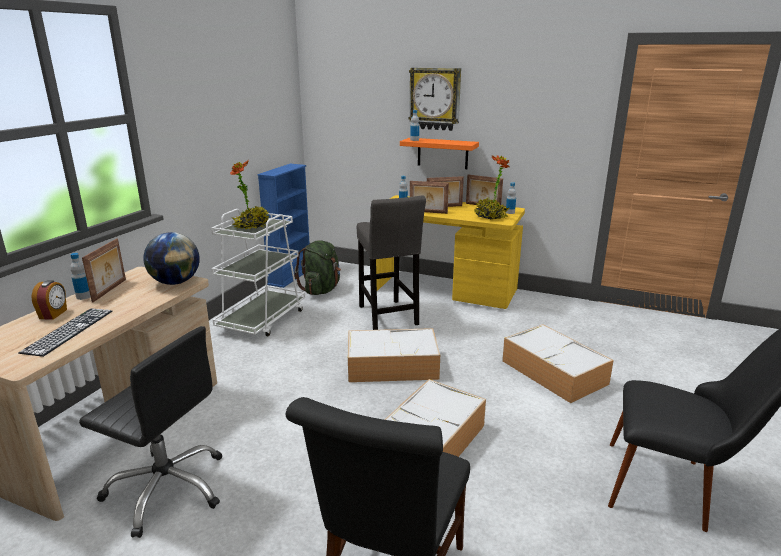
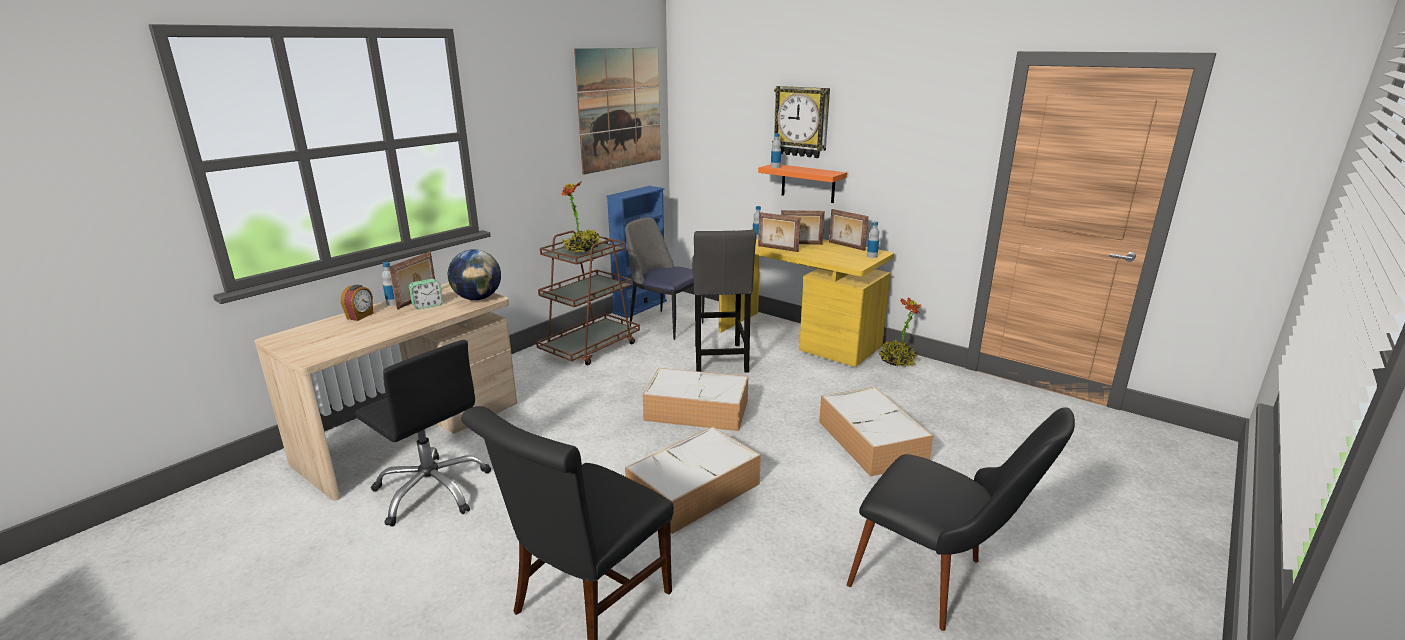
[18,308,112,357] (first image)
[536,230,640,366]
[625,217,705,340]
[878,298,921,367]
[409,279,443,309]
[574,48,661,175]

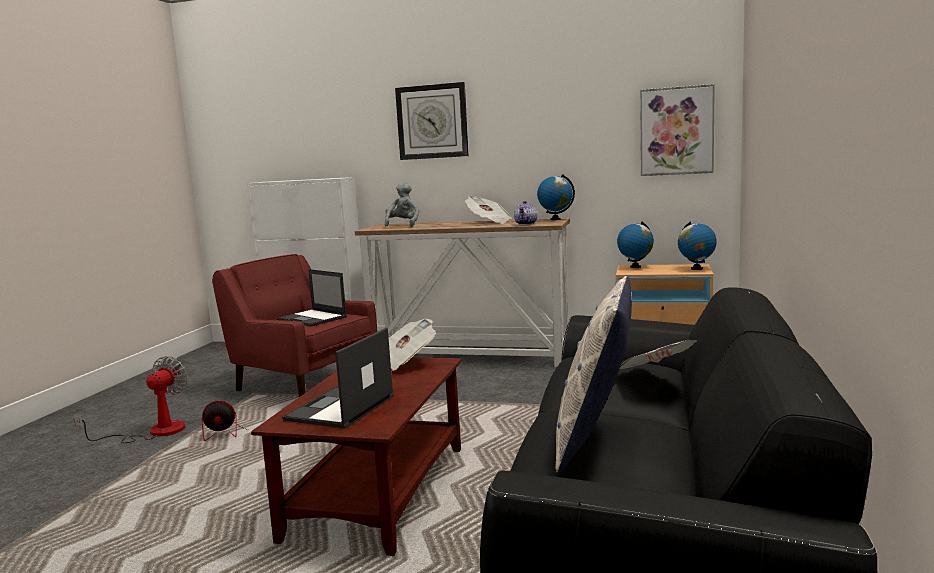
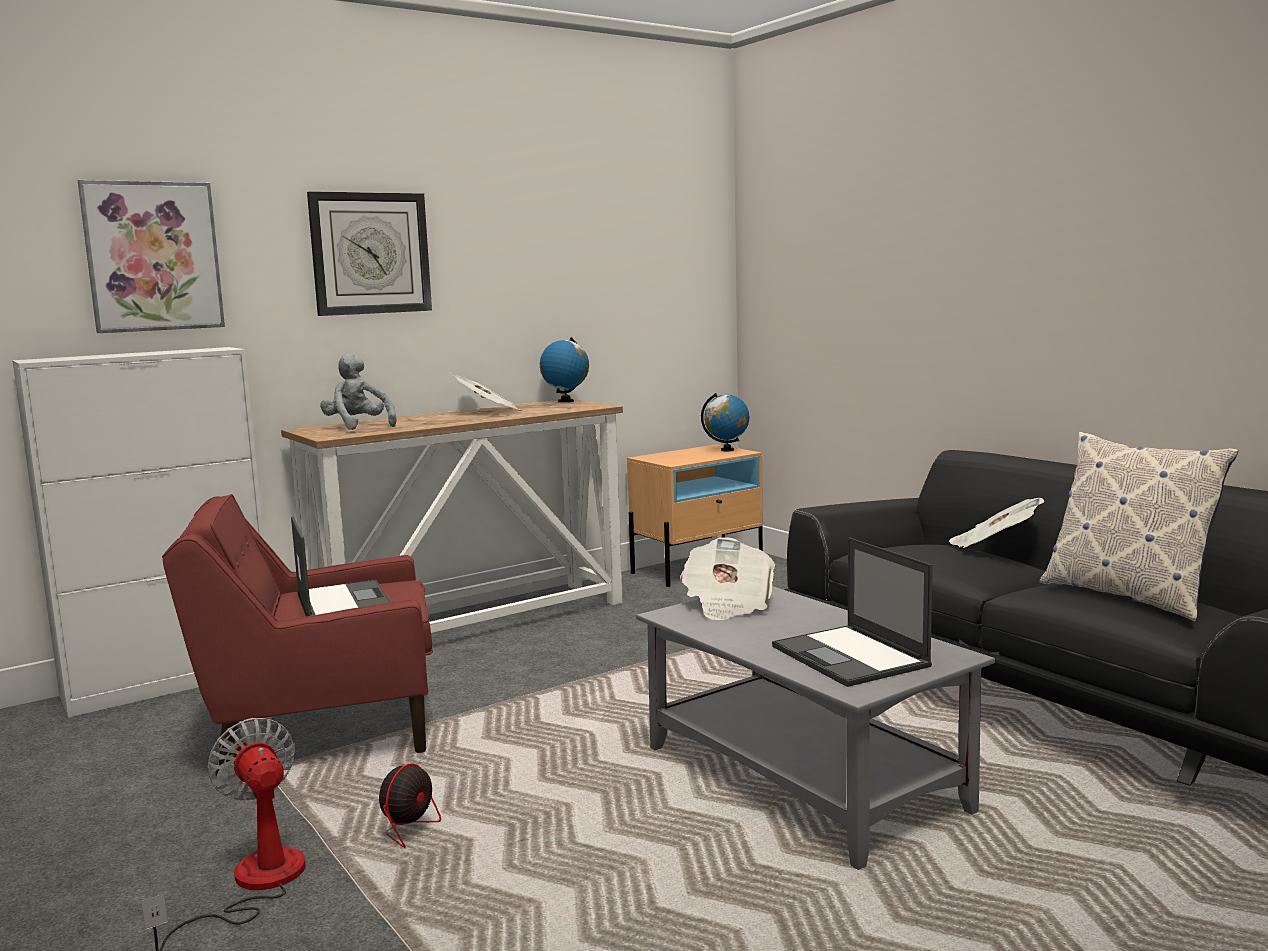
[636,586,995,870]
[291,516,391,616]
[514,201,537,225] (first image)
[617,222,654,268] (first image)
[78,180,225,333]

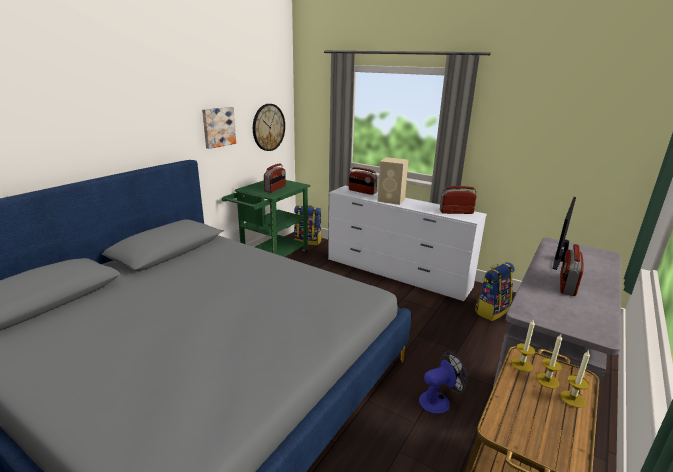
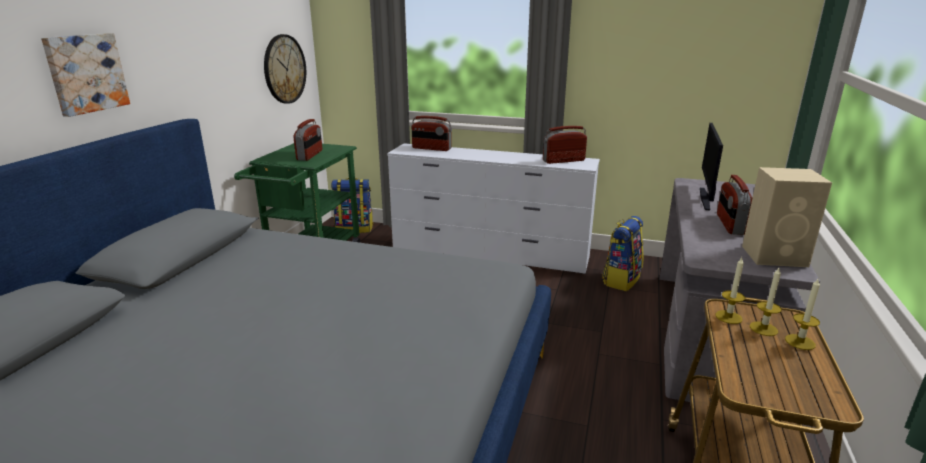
[41,33,130,117]
[742,167,832,267]
[419,351,468,414] (first image)

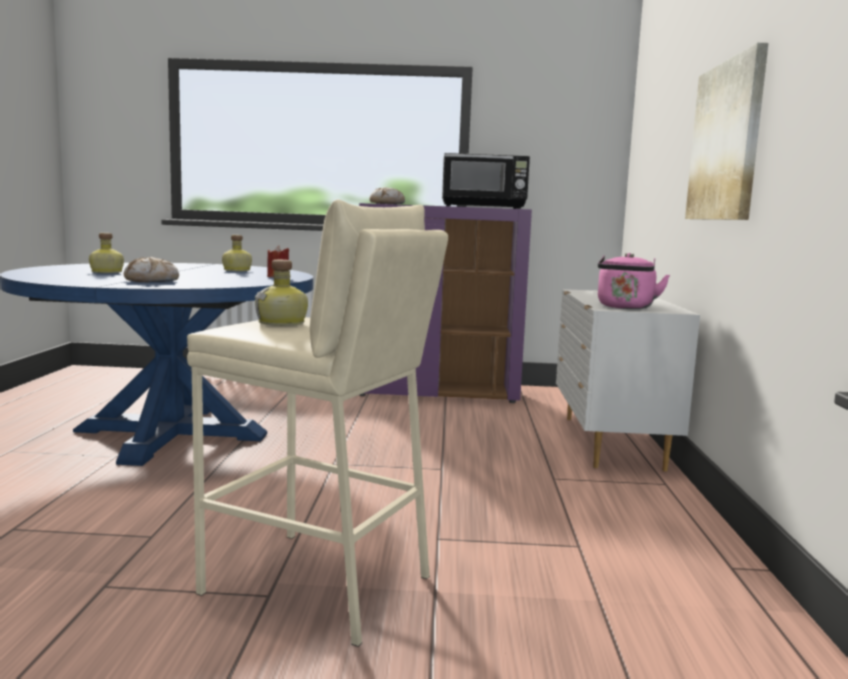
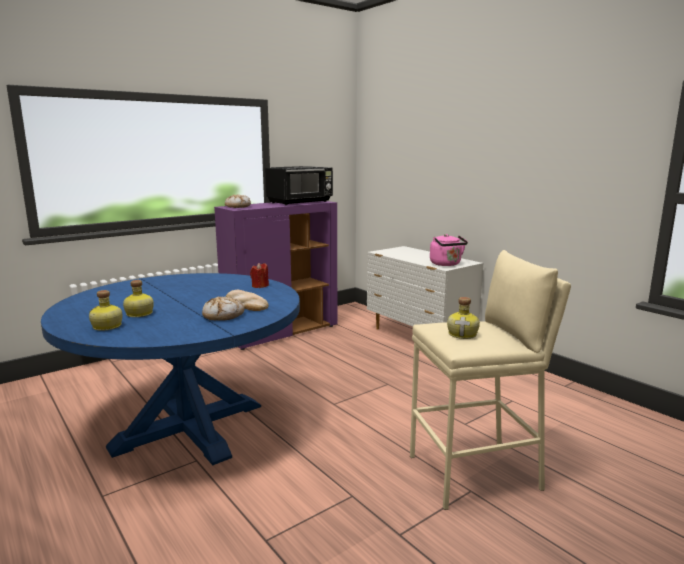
[89,290,122,331]
[685,43,769,220] (first image)
[225,290,269,311]

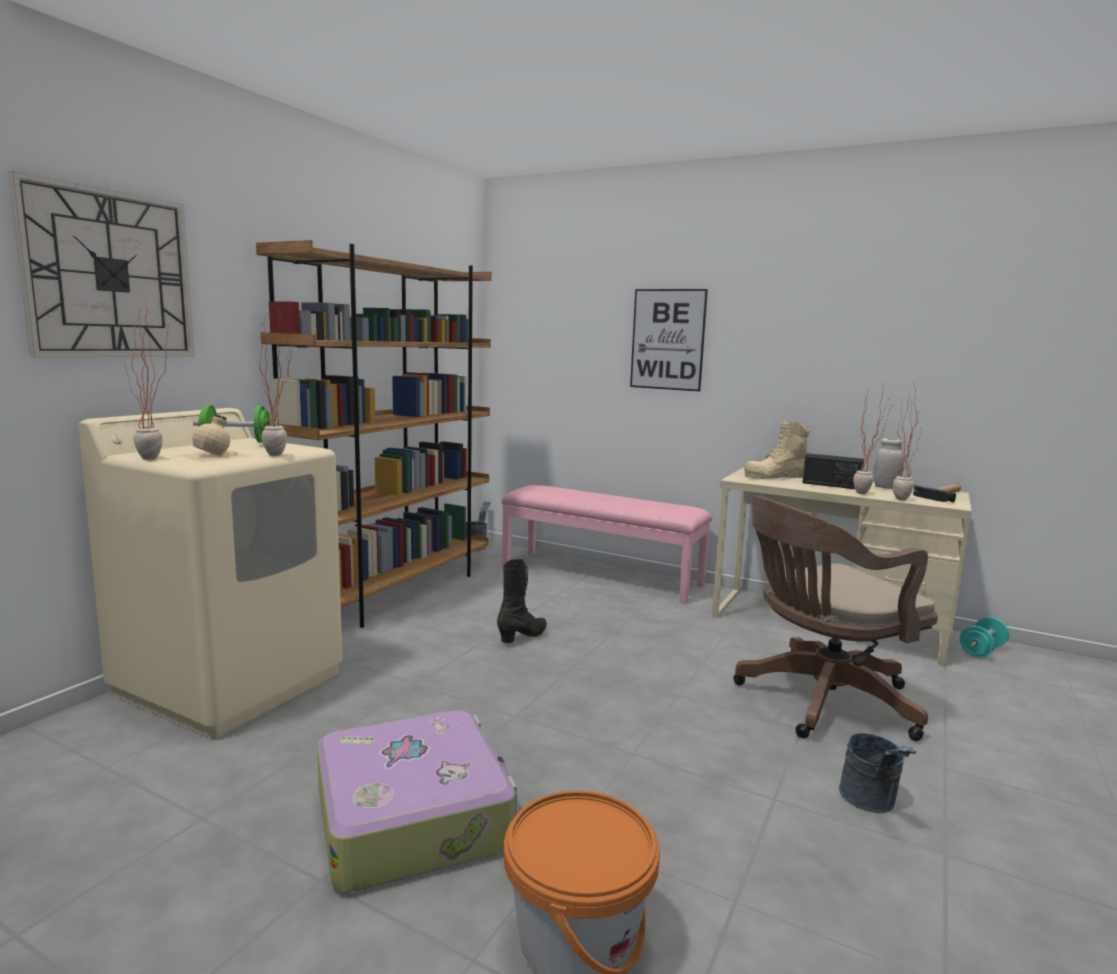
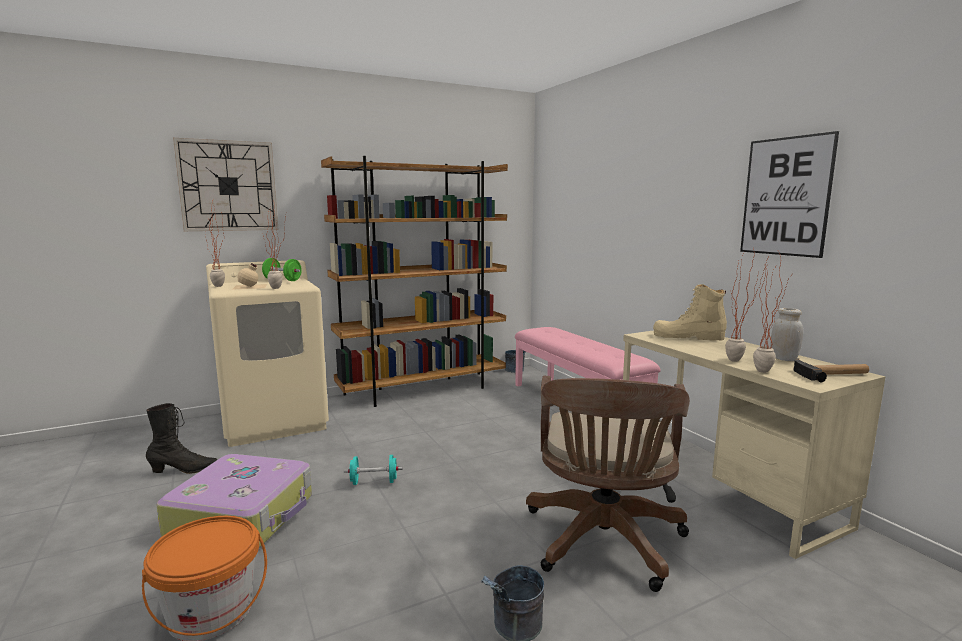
[146,403,218,474]
[740,131,839,258]
[526,376,690,592]
[803,453,864,489] (first image)
[344,455,403,485]

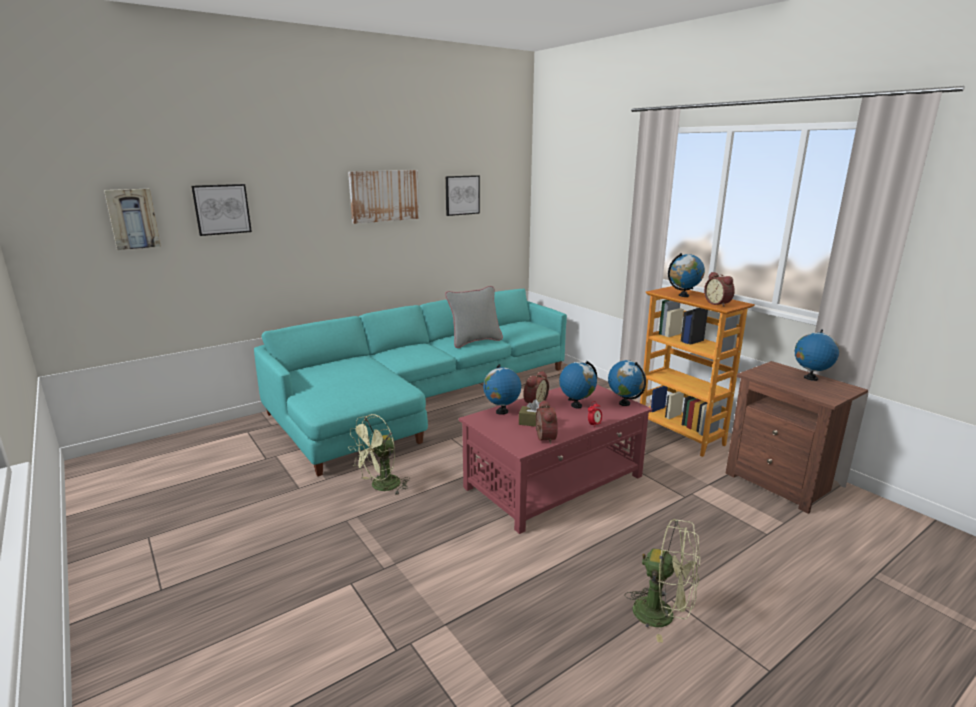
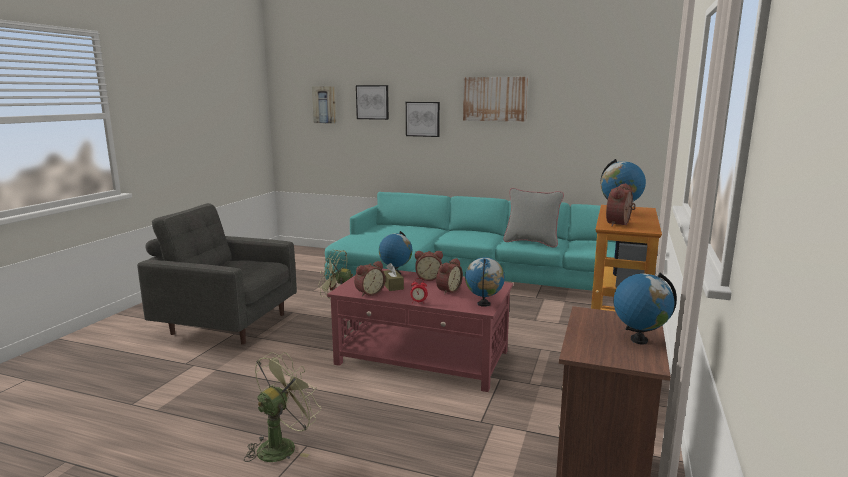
[406,102,440,137]
[436,258,463,295]
[244,352,321,462]
[137,203,297,345]

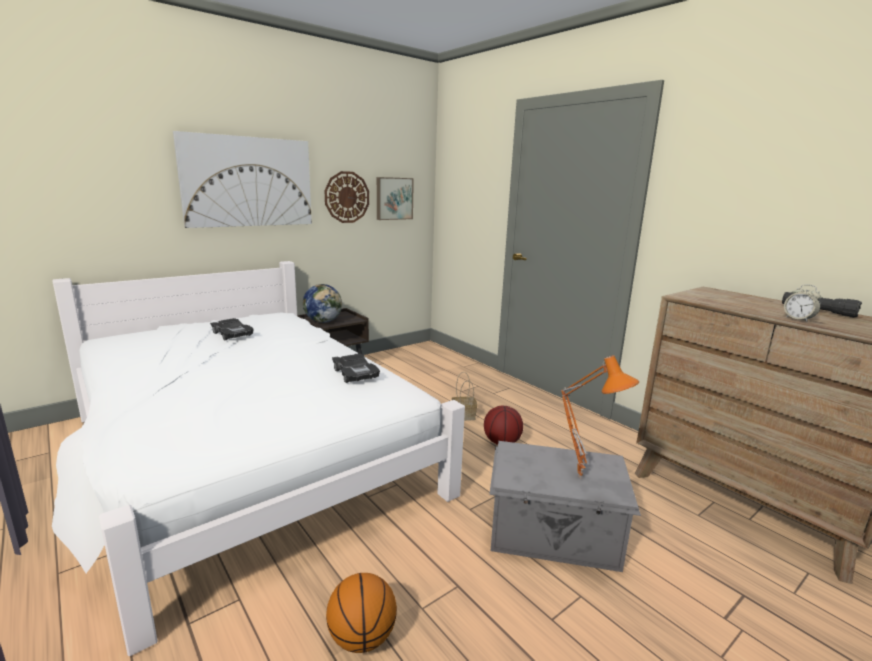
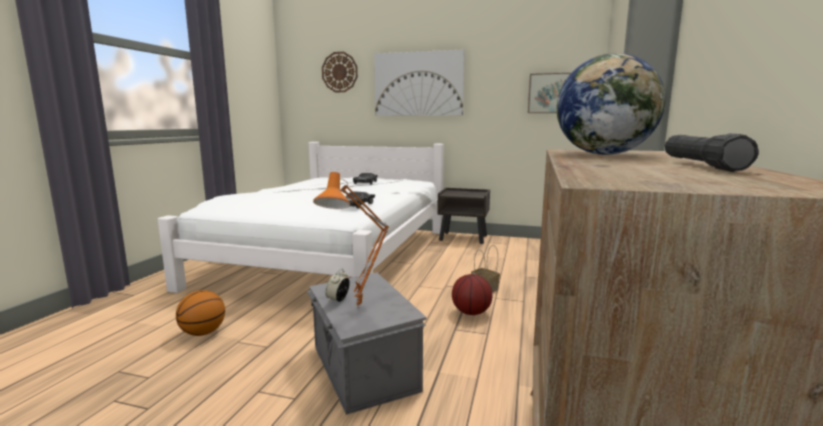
[557,53,666,155]
[322,52,358,92]
[325,269,350,302]

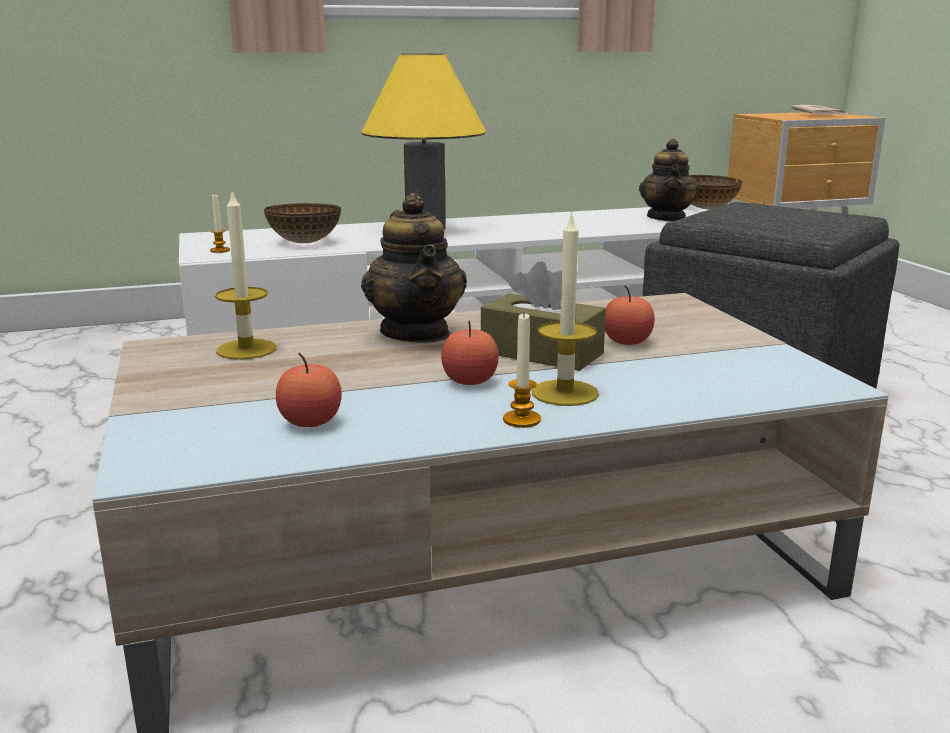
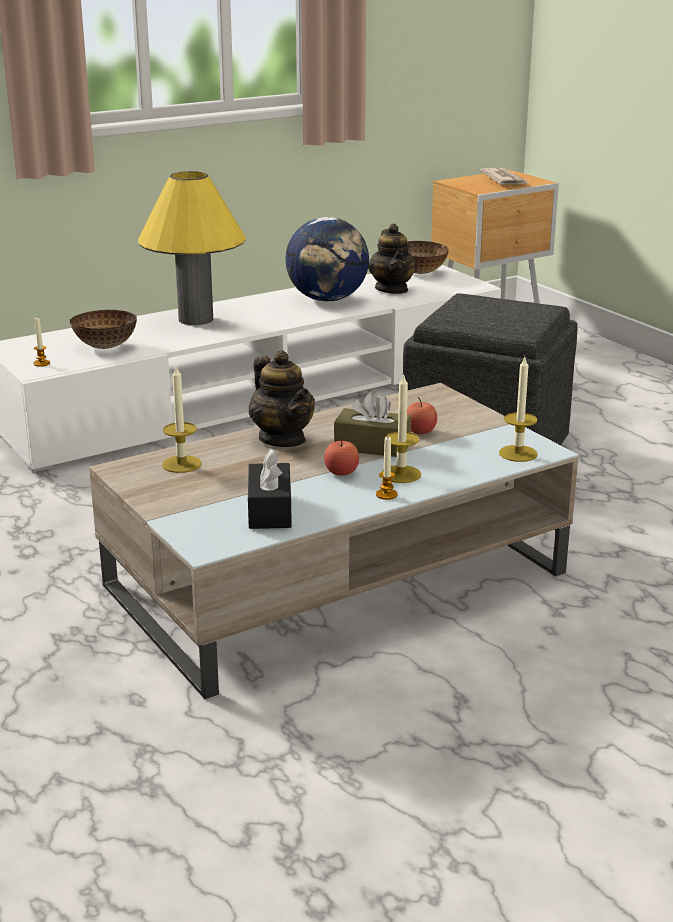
[248,449,292,529]
[286,217,369,302]
[499,357,538,462]

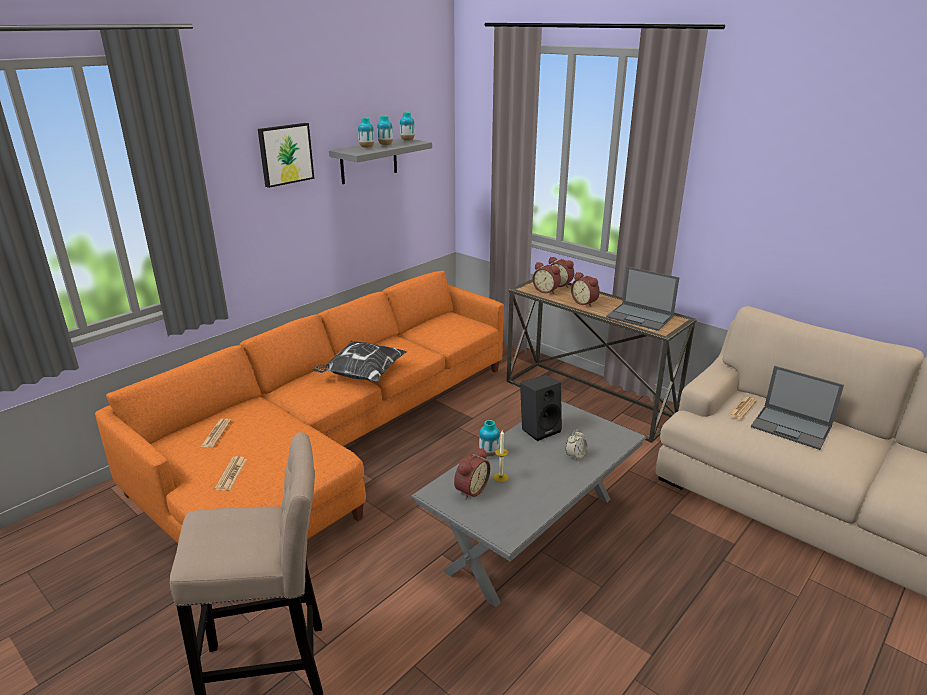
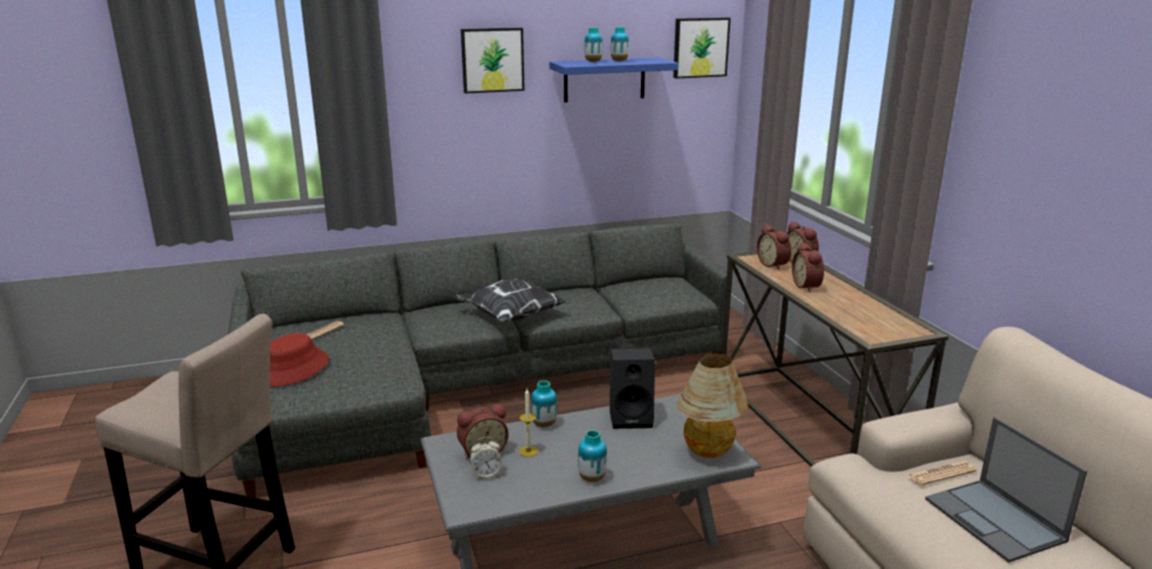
[228,224,732,498]
[270,333,329,387]
[549,58,679,102]
[578,430,607,482]
[470,437,502,479]
[606,266,680,331] (first image)
[673,17,731,79]
[677,353,749,458]

